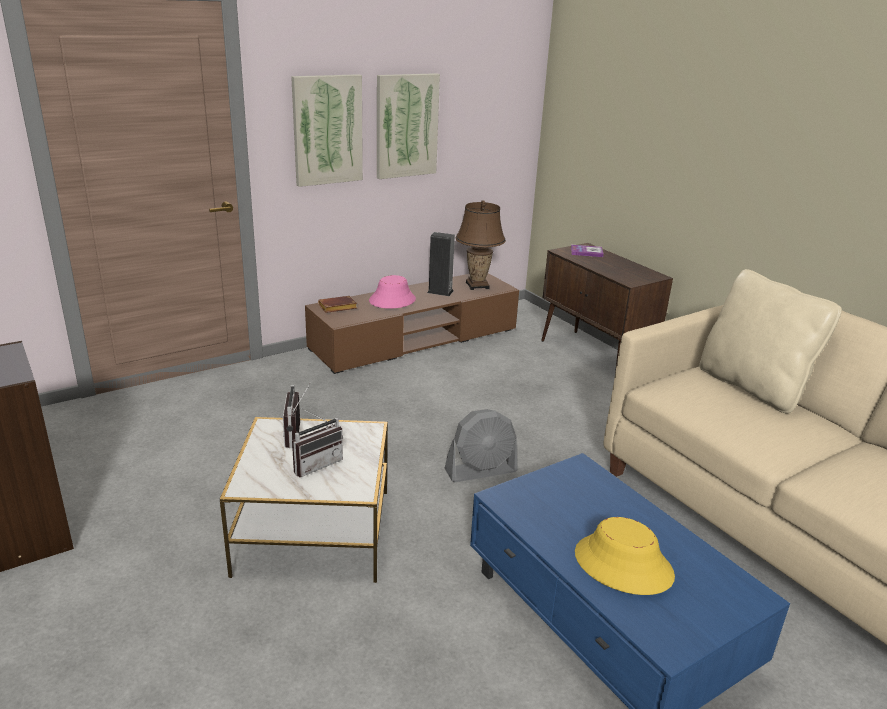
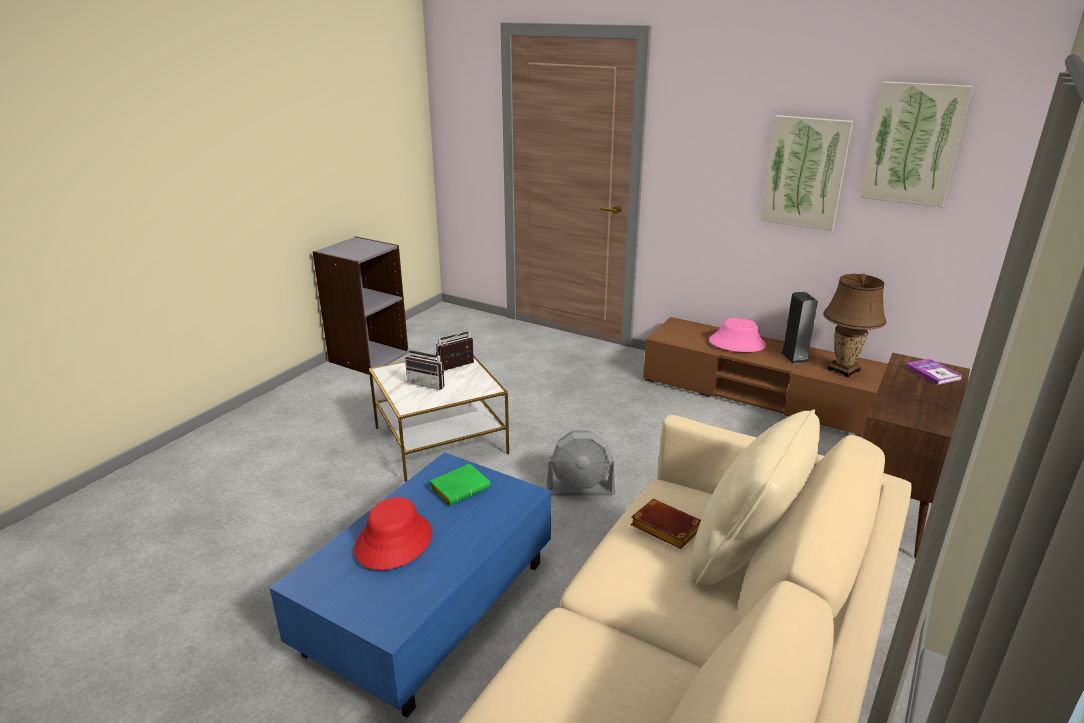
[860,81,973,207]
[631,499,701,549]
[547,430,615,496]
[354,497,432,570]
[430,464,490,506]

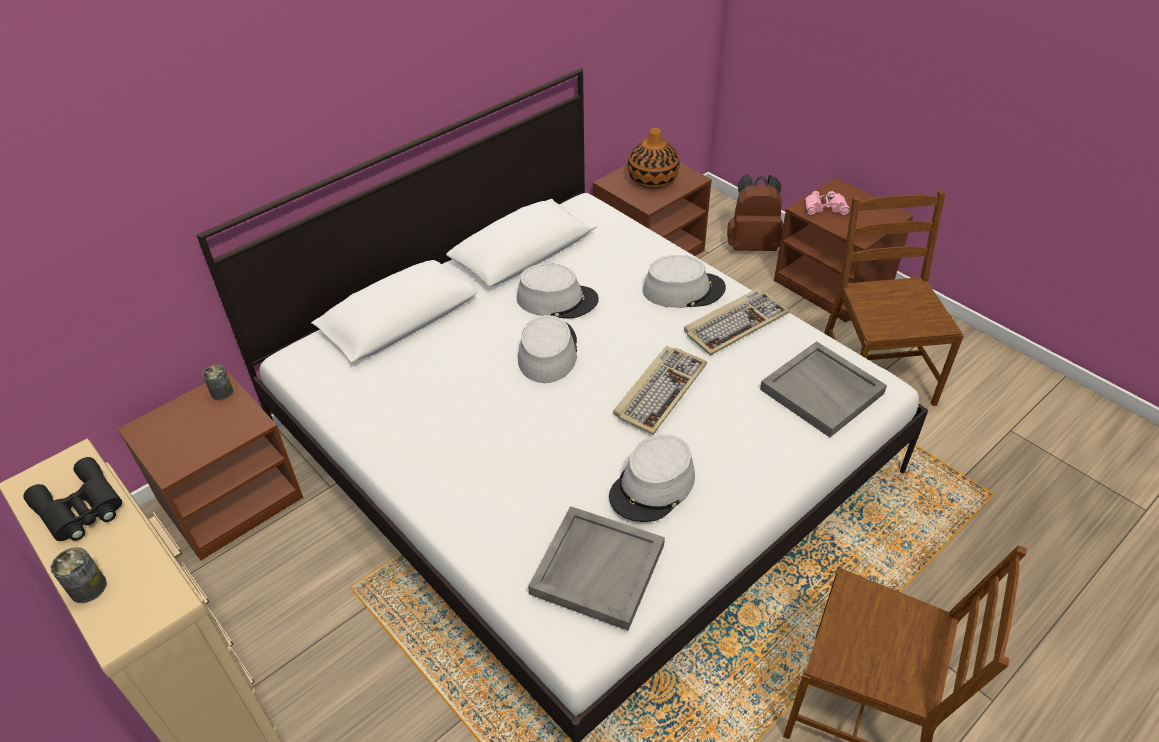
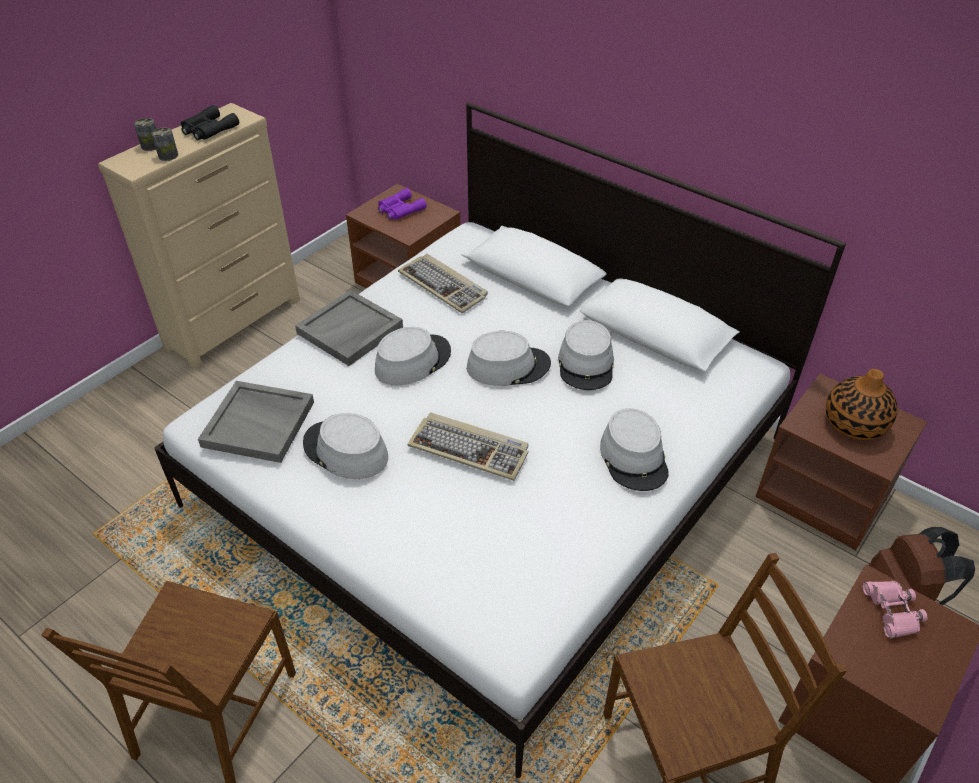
[151,128,178,161]
[398,254,488,313]
[295,290,403,366]
[375,327,451,386]
[378,188,427,220]

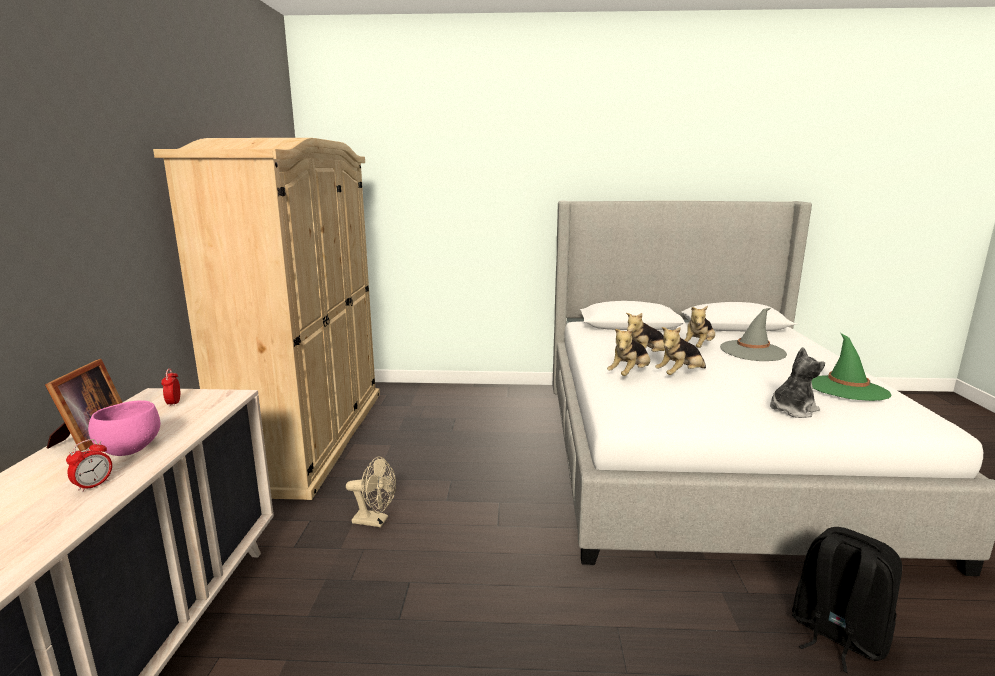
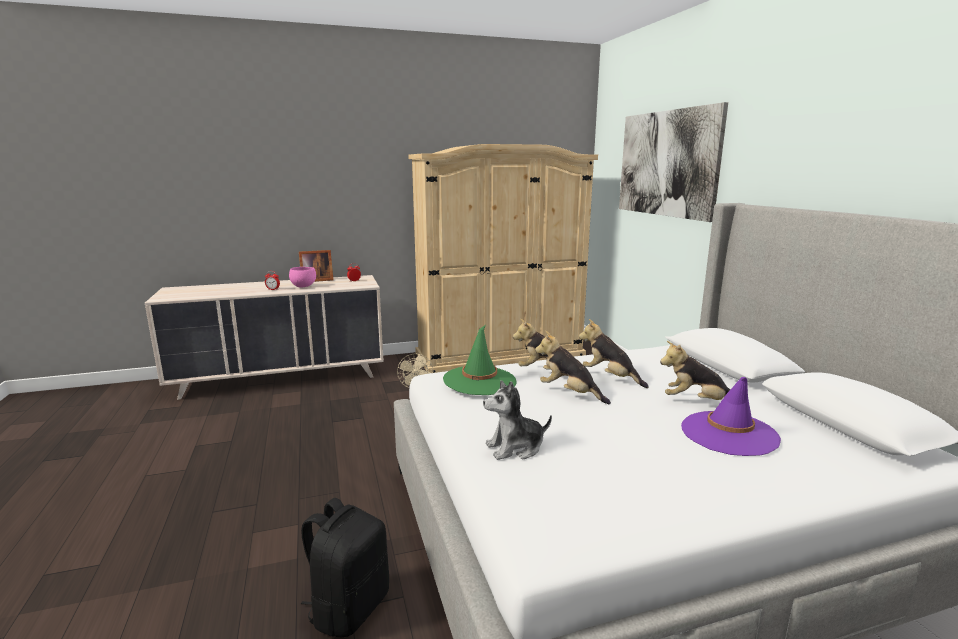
[681,377,781,456]
[483,380,552,460]
[443,325,517,395]
[619,102,728,222]

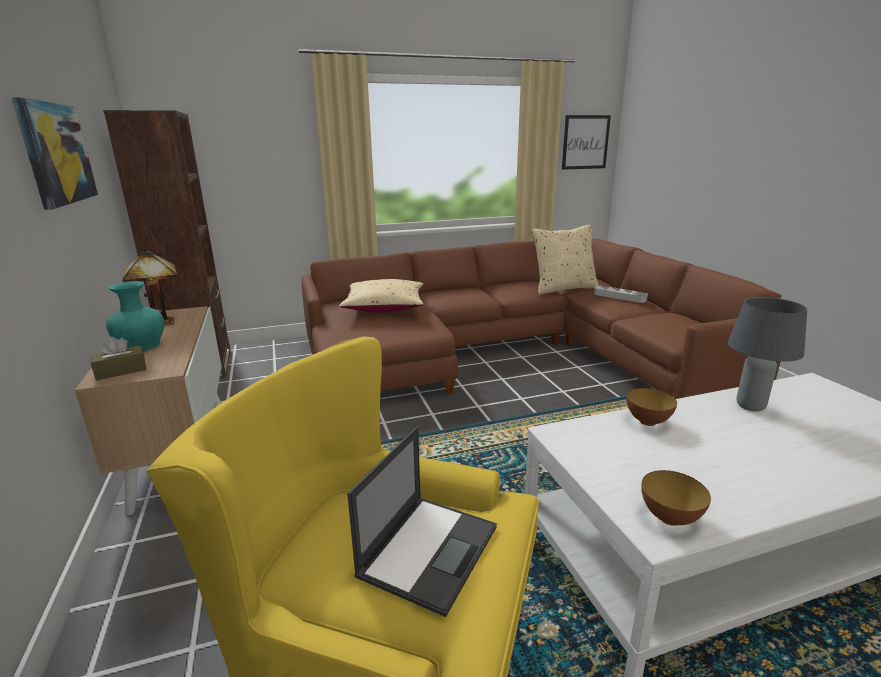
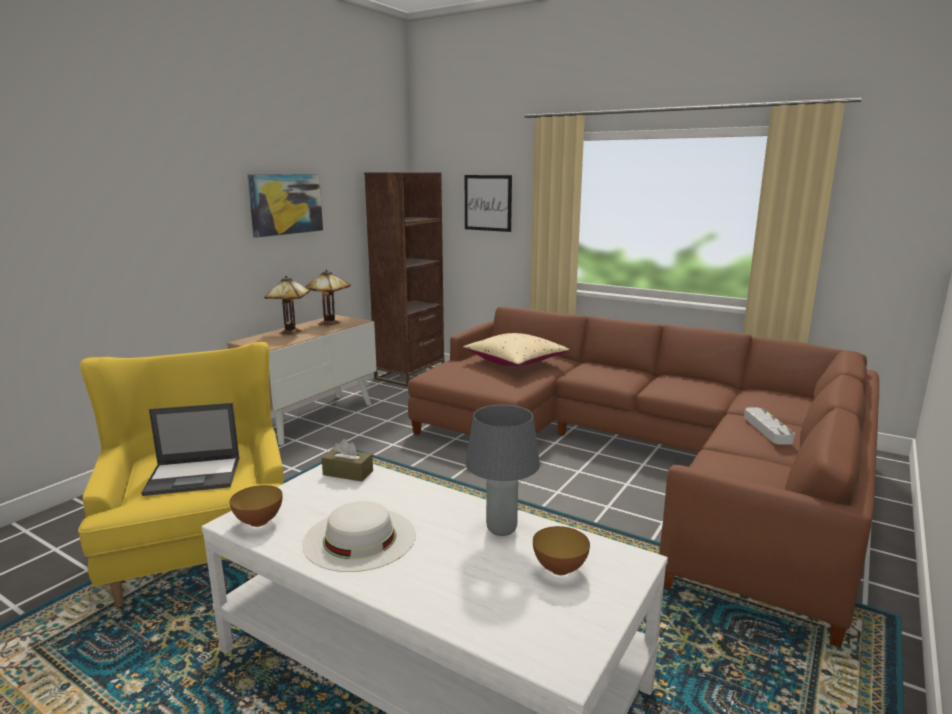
[322,439,373,482]
[264,276,310,335]
[531,225,599,295] (first image)
[465,175,512,232]
[533,526,590,575]
[302,501,416,572]

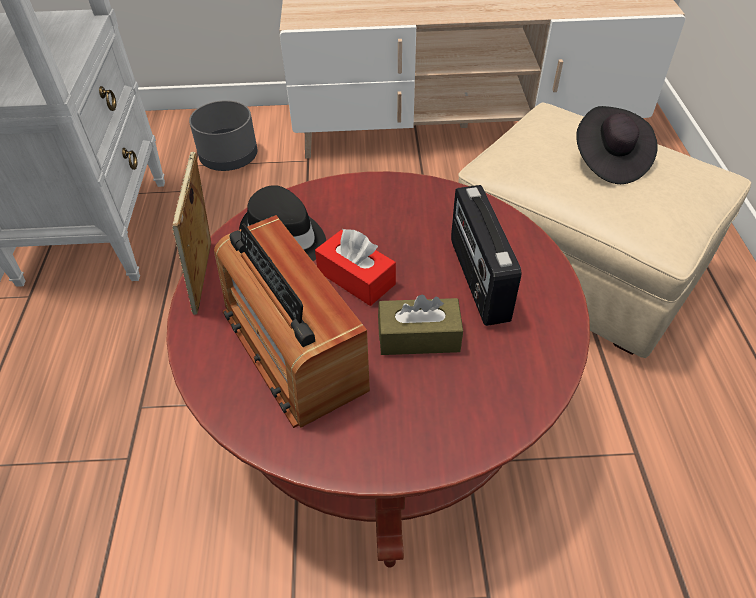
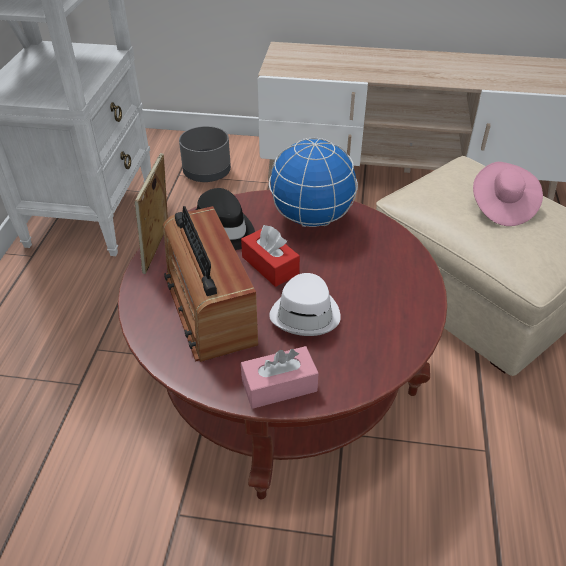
[269,273,341,336]
[451,185,521,326] (first image)
[473,162,543,226]
[241,346,319,409]
[269,138,358,227]

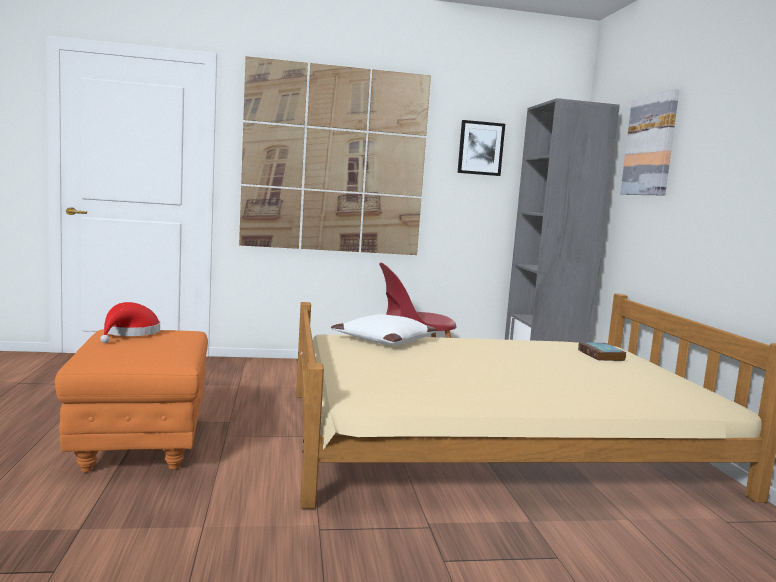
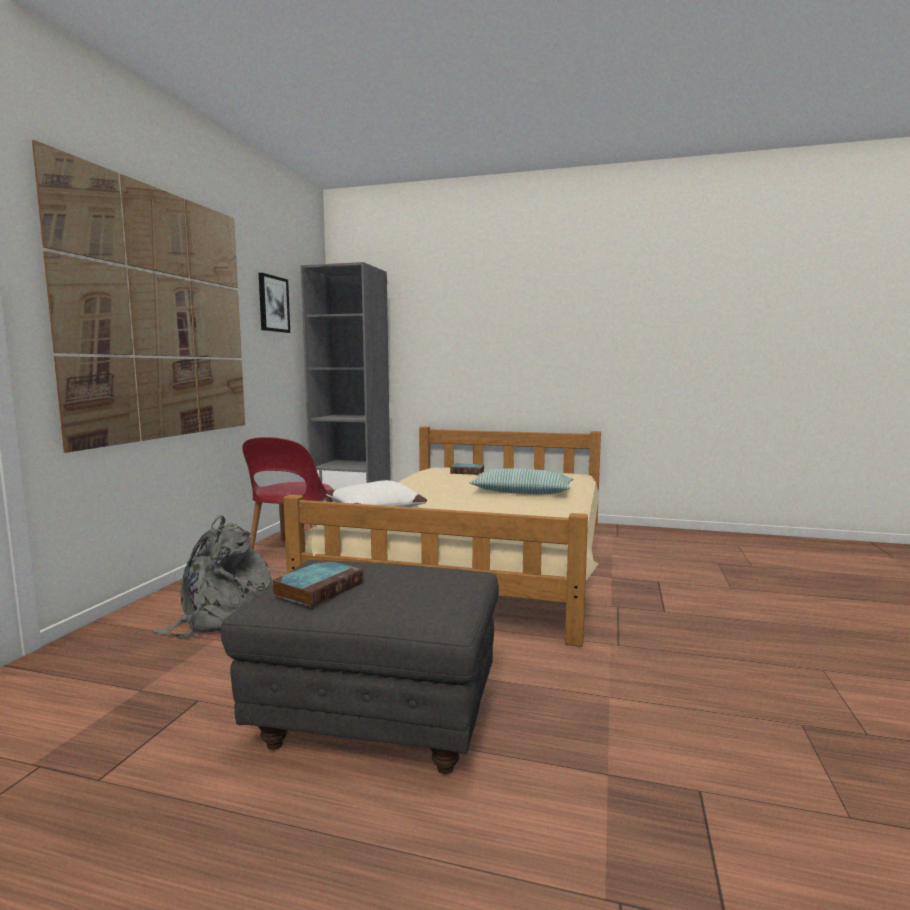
[221,560,499,774]
[272,560,363,607]
[620,89,679,196] (first image)
[152,514,272,639]
[470,468,573,494]

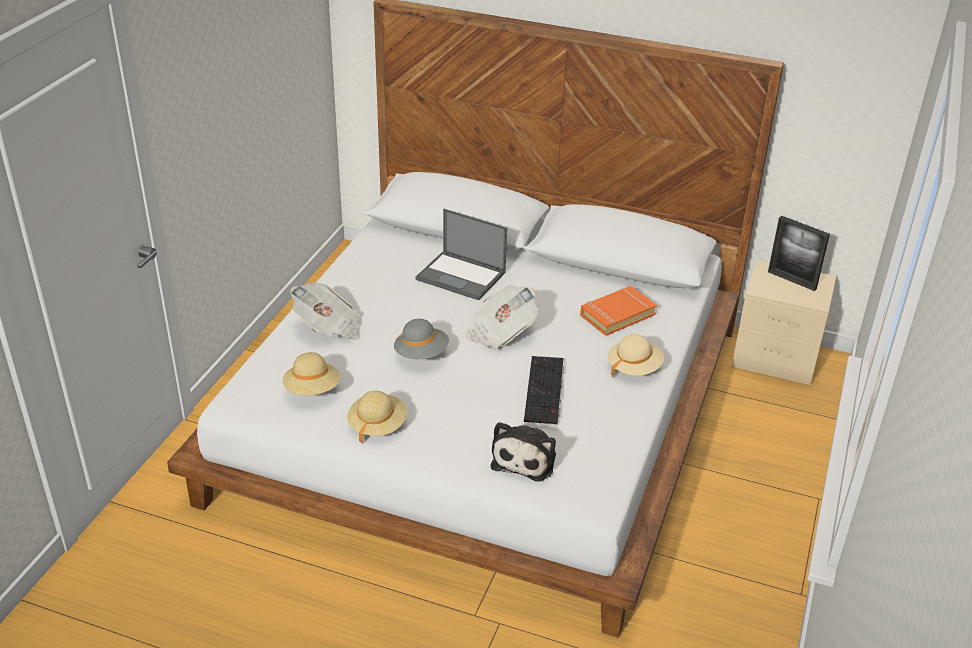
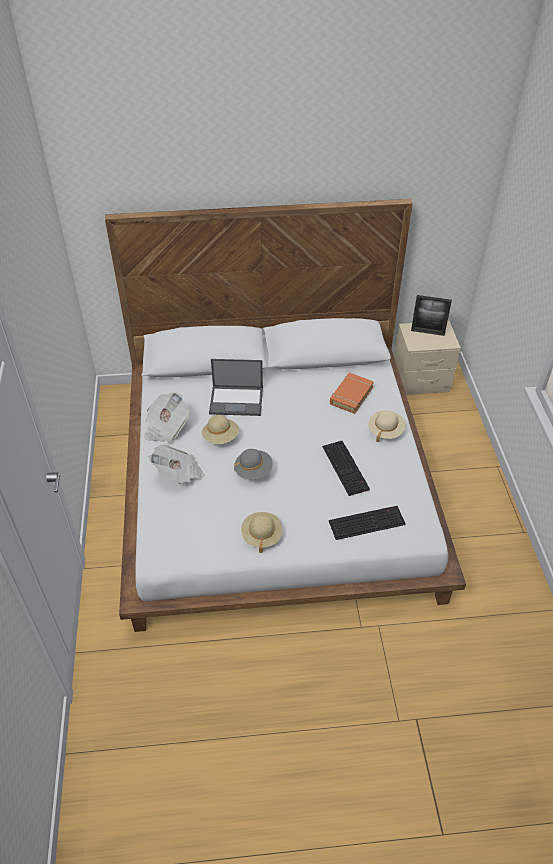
[202,415,239,444]
[144,392,190,443]
[329,506,406,540]

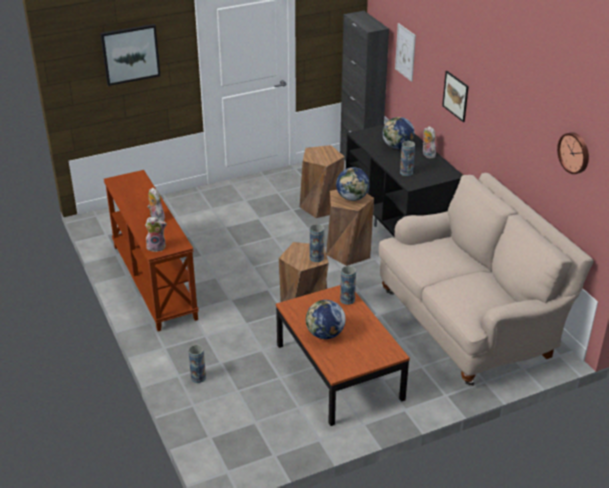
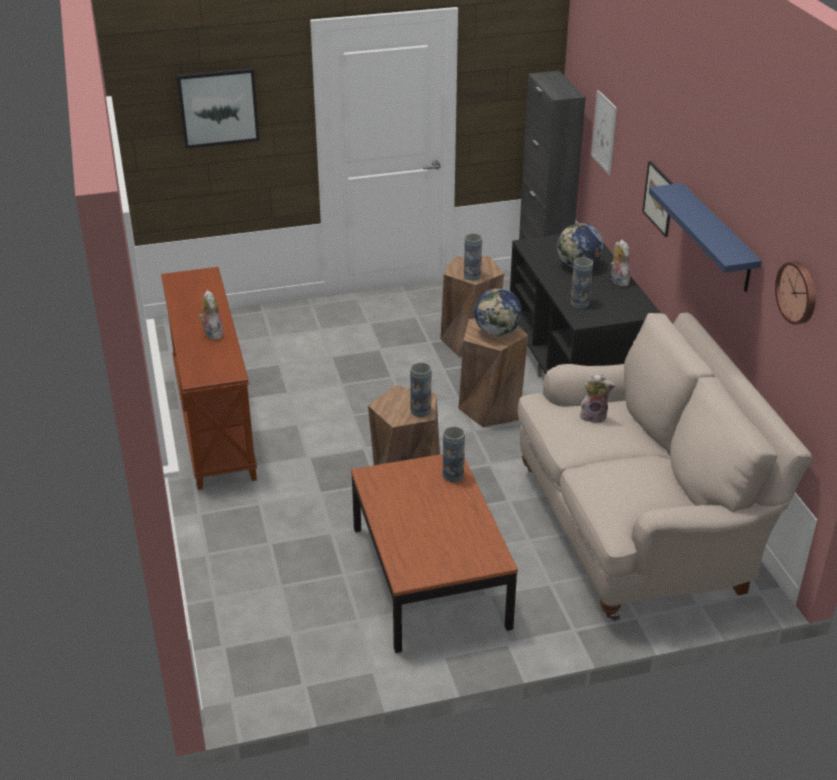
[580,374,615,423]
[464,233,482,281]
[306,300,346,339] (first image)
[649,183,762,292]

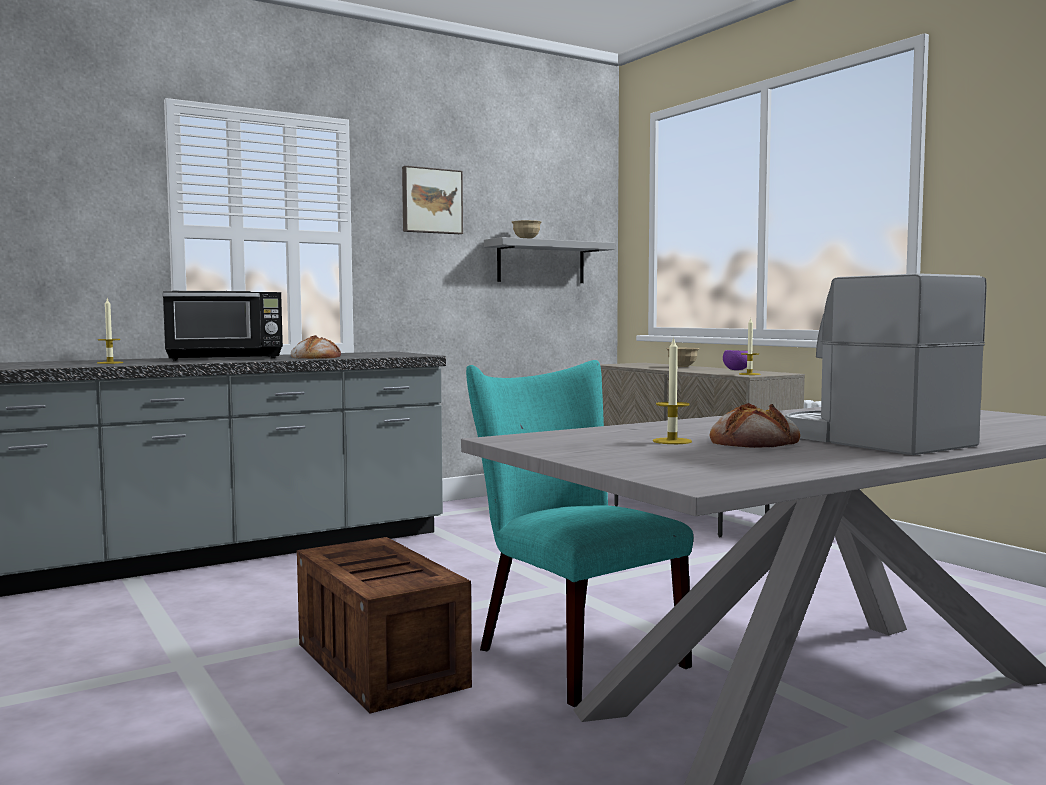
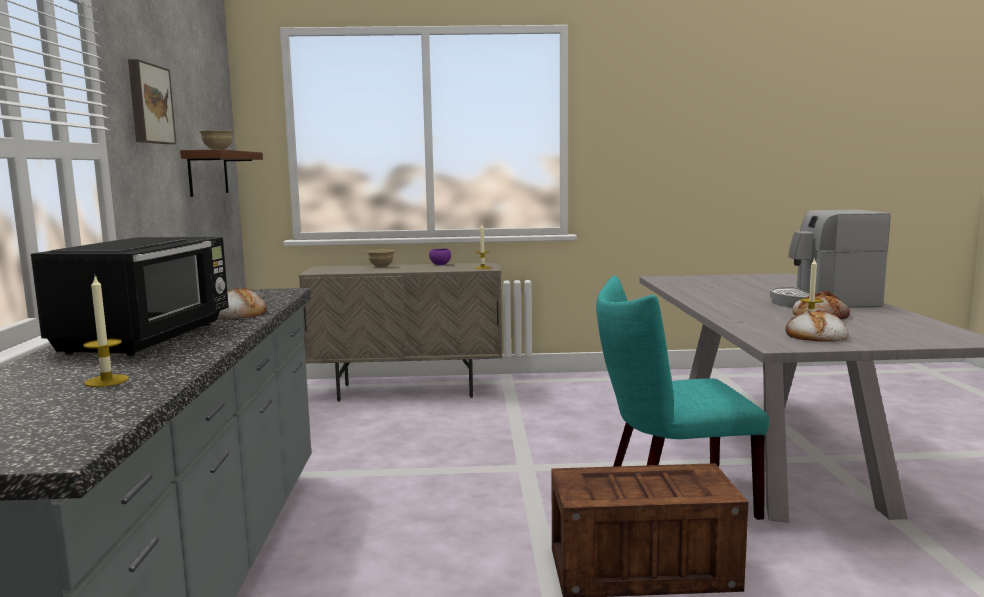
[180,149,263,197]
[785,310,849,342]

